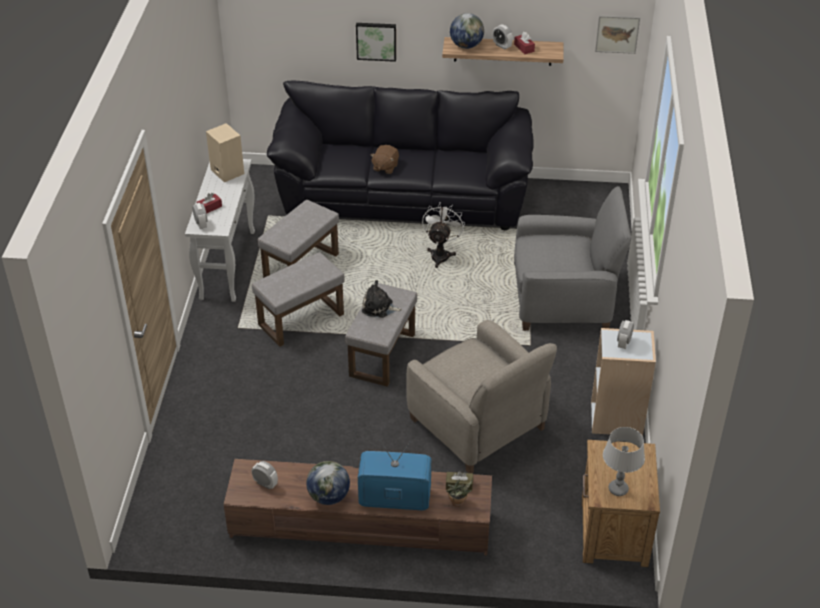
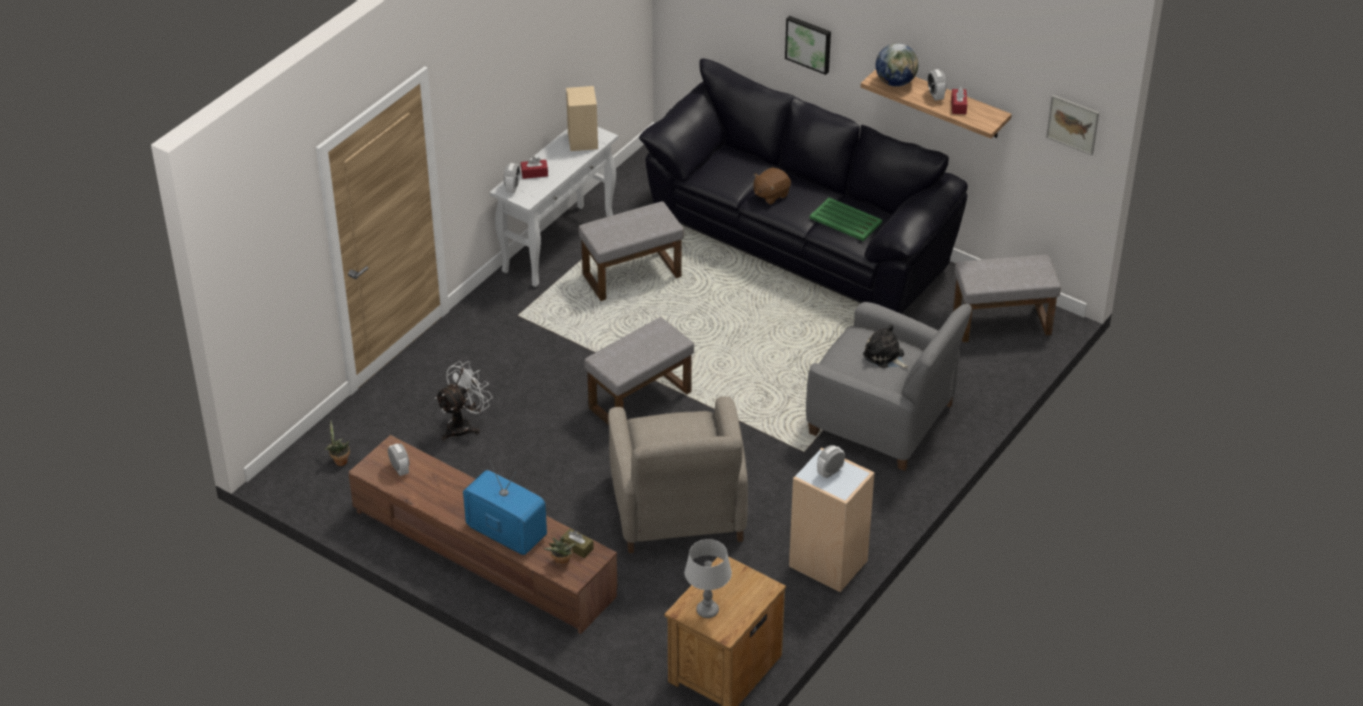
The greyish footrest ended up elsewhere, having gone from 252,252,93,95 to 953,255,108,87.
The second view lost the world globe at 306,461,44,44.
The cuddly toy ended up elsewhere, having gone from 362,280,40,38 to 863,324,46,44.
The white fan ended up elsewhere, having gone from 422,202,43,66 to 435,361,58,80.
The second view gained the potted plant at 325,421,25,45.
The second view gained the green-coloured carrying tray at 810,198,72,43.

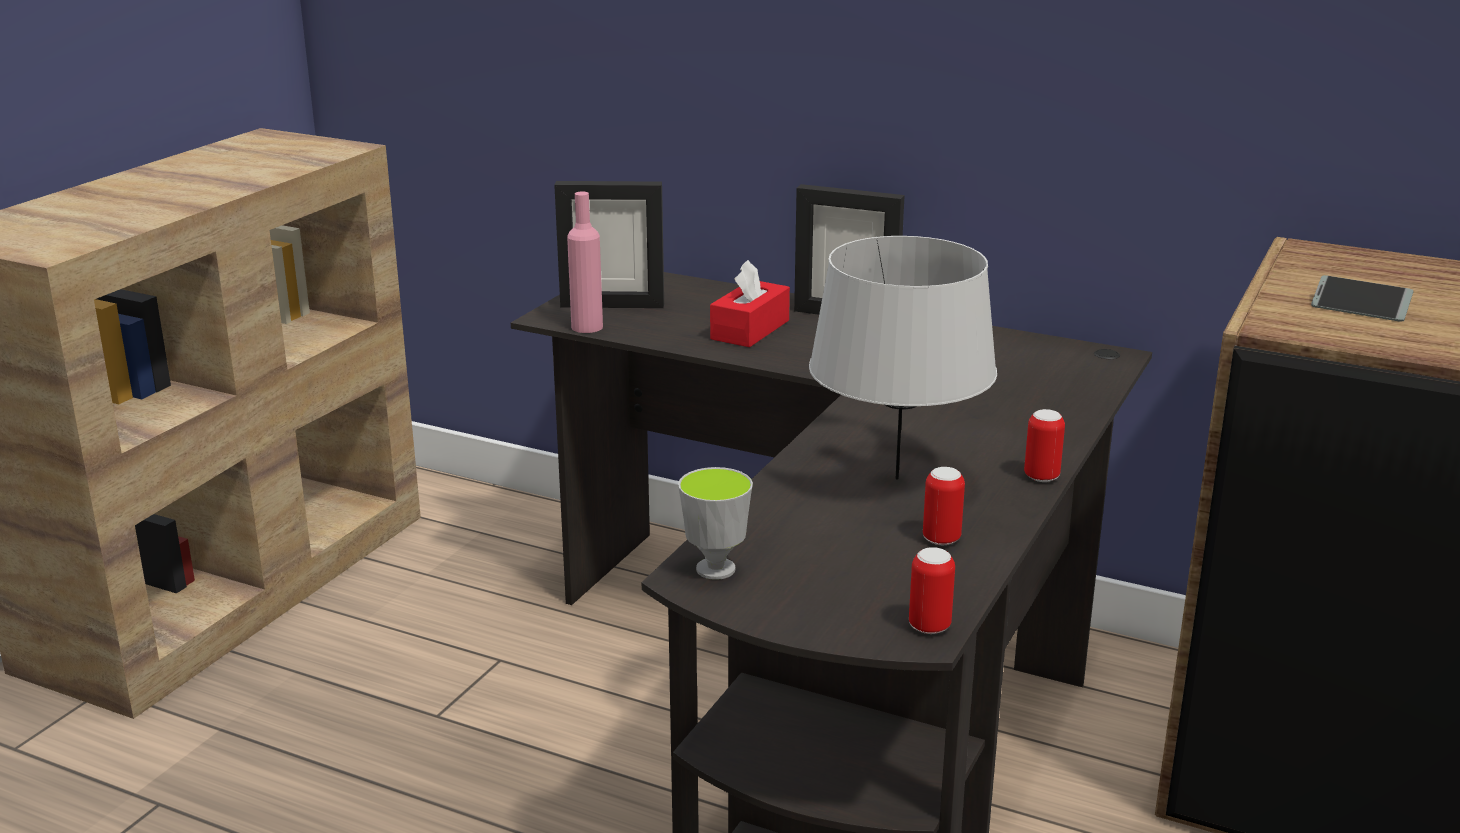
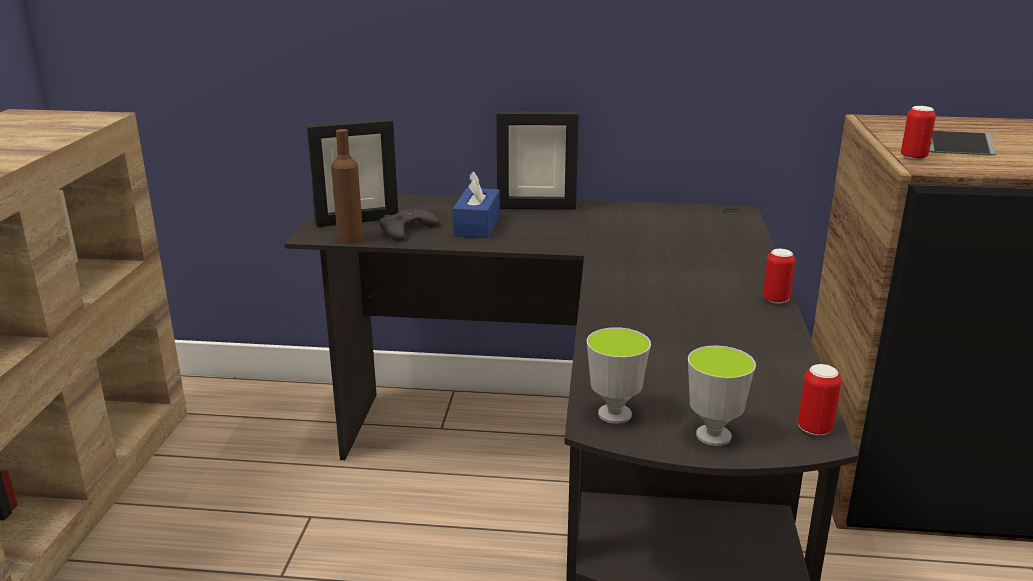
What was the pink drink bottle at 567,192,36,141 turned into the brown-coloured drink bottle at 331,129,32,115.
What was the red-coloured tissue box at 710,260,80,87 turned into the blue-coloured tissue box at 452,171,48,67.
The second view lost the greyish tabletop lamp at 809,236,188,244.
The can ended up elsewhere, having gone from 923,467,42,78 to 901,106,35,55.
The second view gained the greyish joypad at 379,209,61,32.
The second view gained the cup at 688,345,68,101.

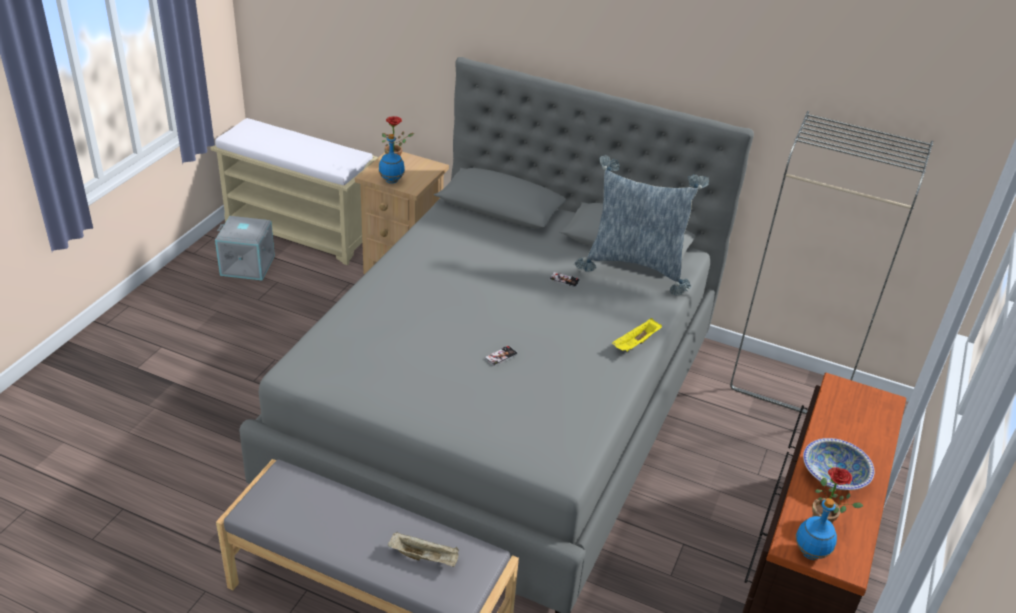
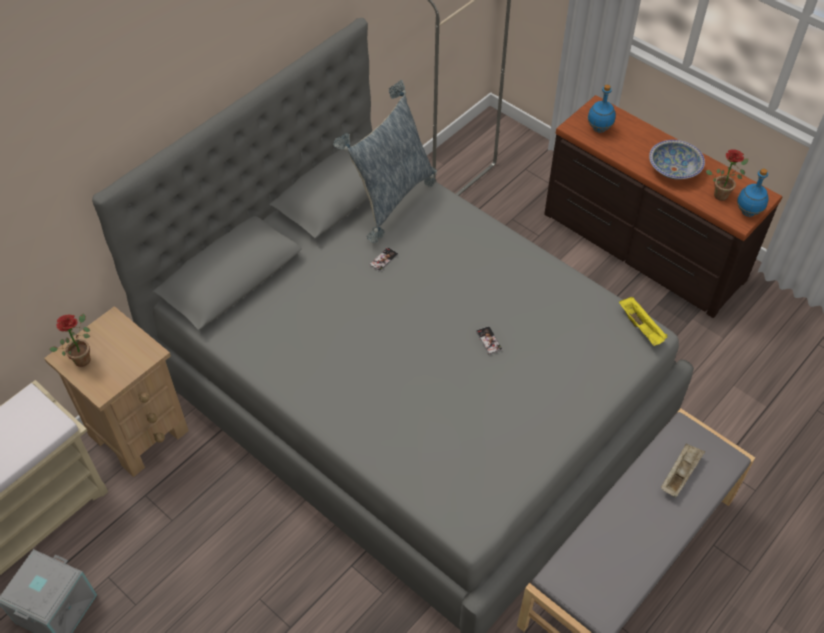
The blue-coloured drink bottle ended up elsewhere, having gone from 379,134,26,50 to 587,85,29,48.
The yellow-coloured carrying tray ended up elsewhere, having gone from 612,318,50,34 to 619,297,48,49.

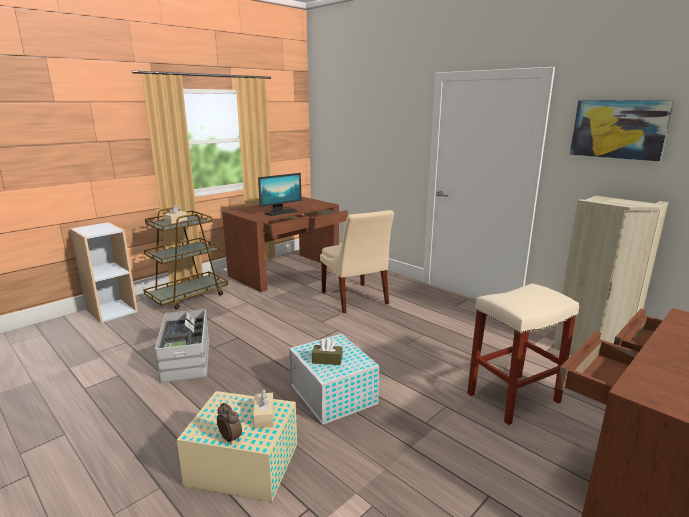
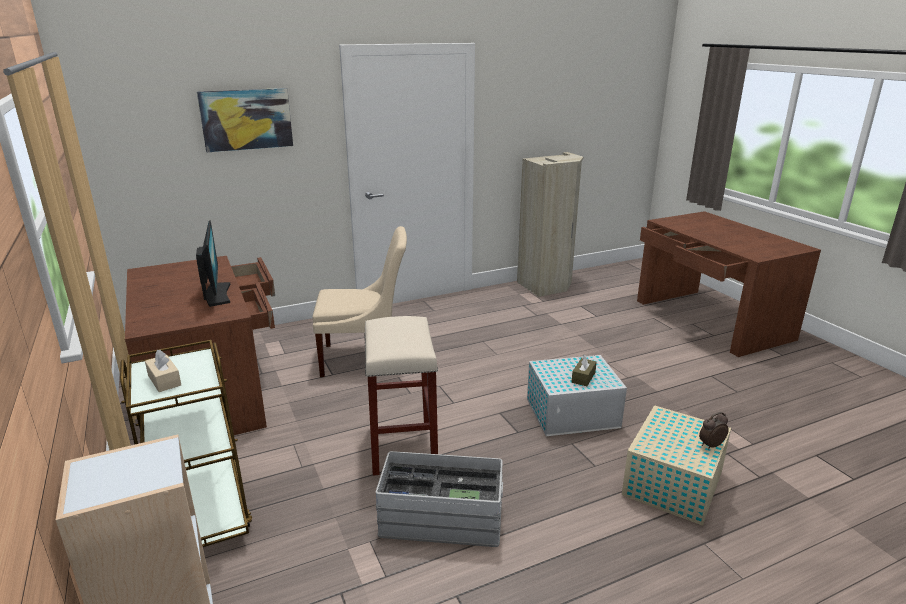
The second view lost the beige-coloured tissue box at 253,389,21,39.
The beige-coloured stool ended up elsewhere, having gone from 467,284,112,141 to 364,316,74,160.
The wall art ended up elsewhere, having gone from 570,100,104,62 to 197,88,96,64.

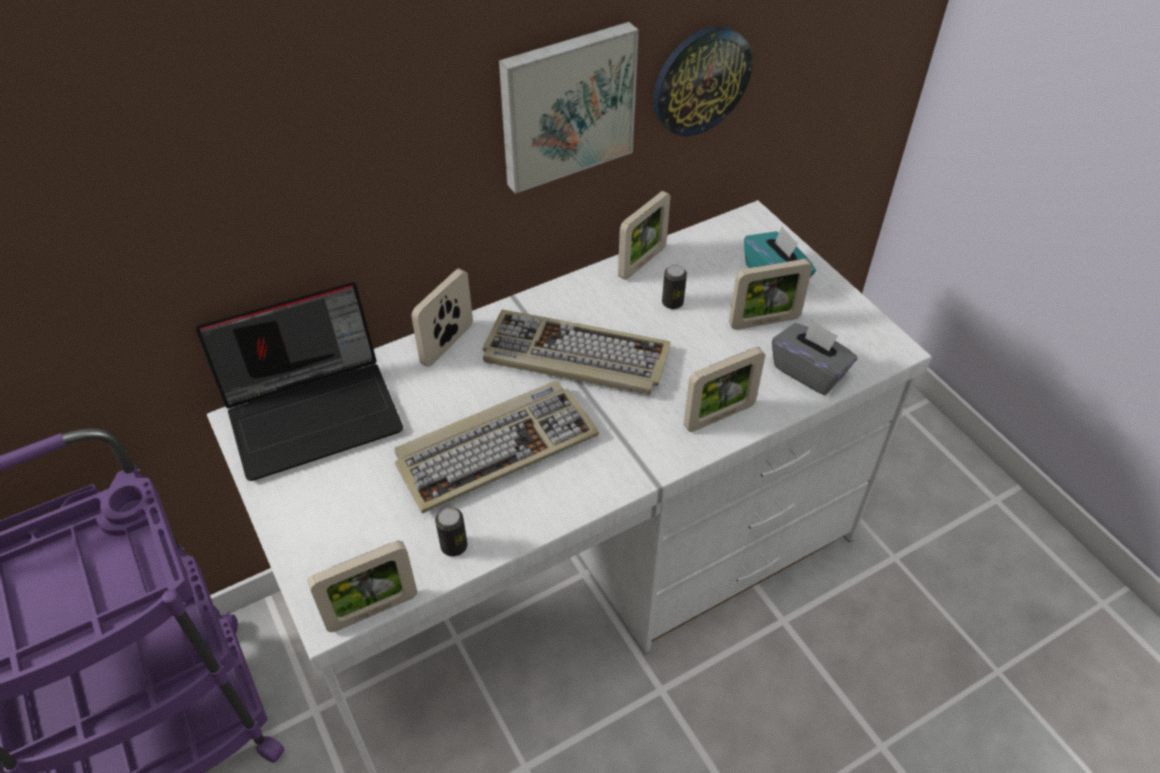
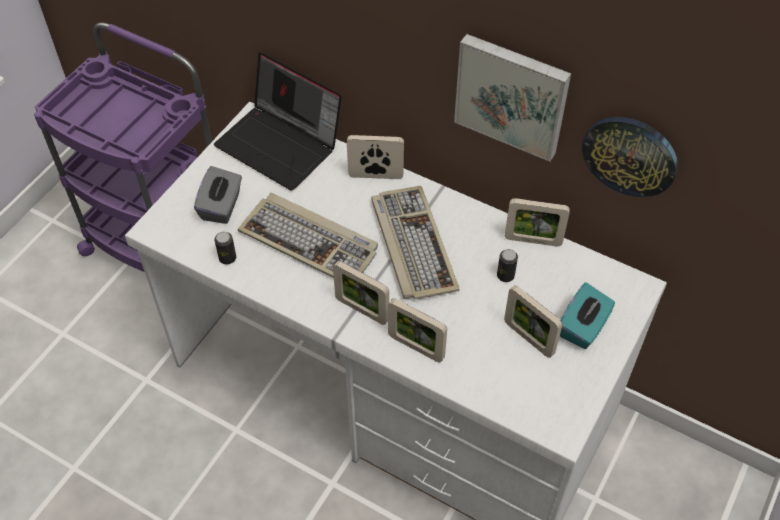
The photo frame ended up elsewhere, having gone from 308,541,109,91 to 333,261,56,64.
The greyish tissue box ended up elsewhere, having gone from 772,319,86,76 to 194,166,48,58.

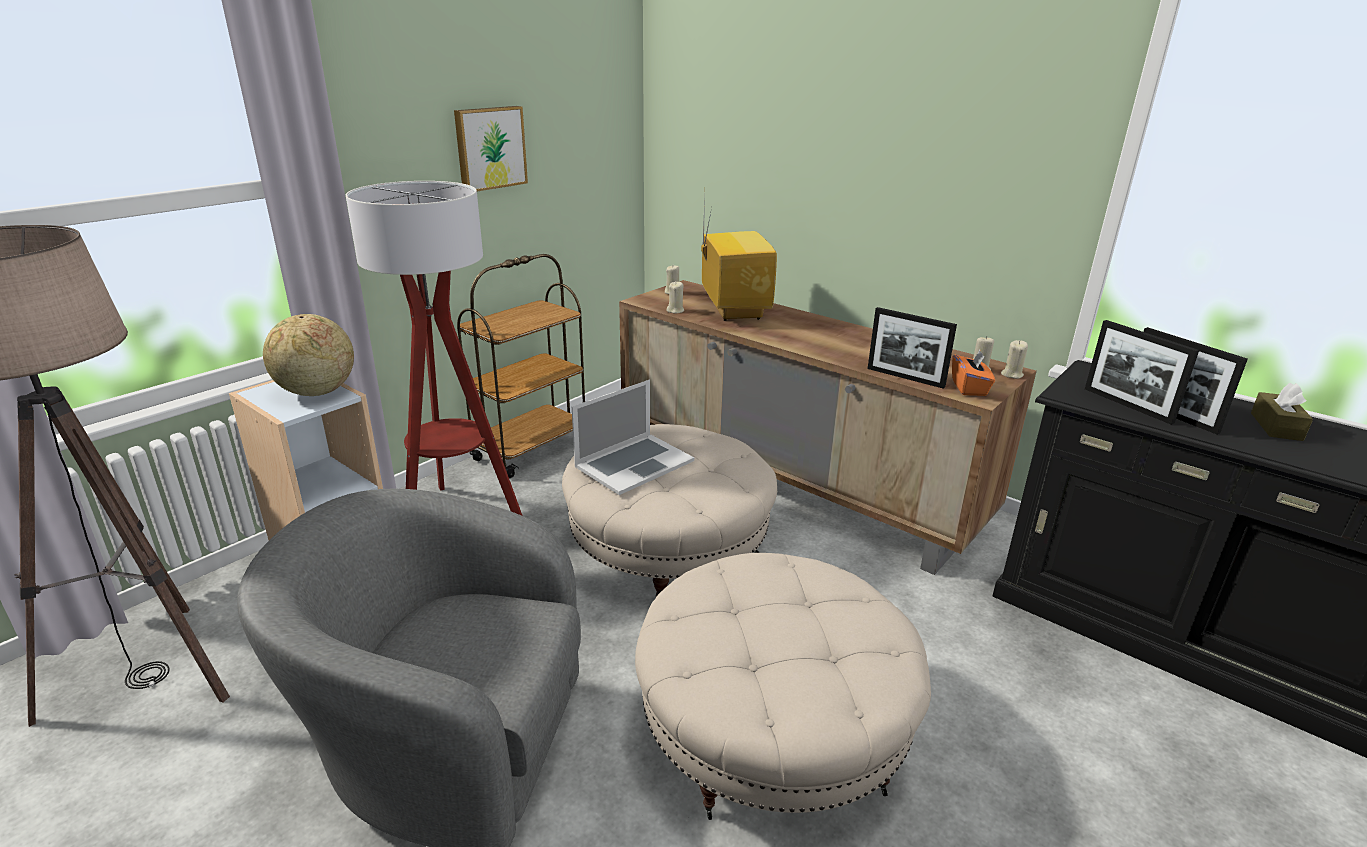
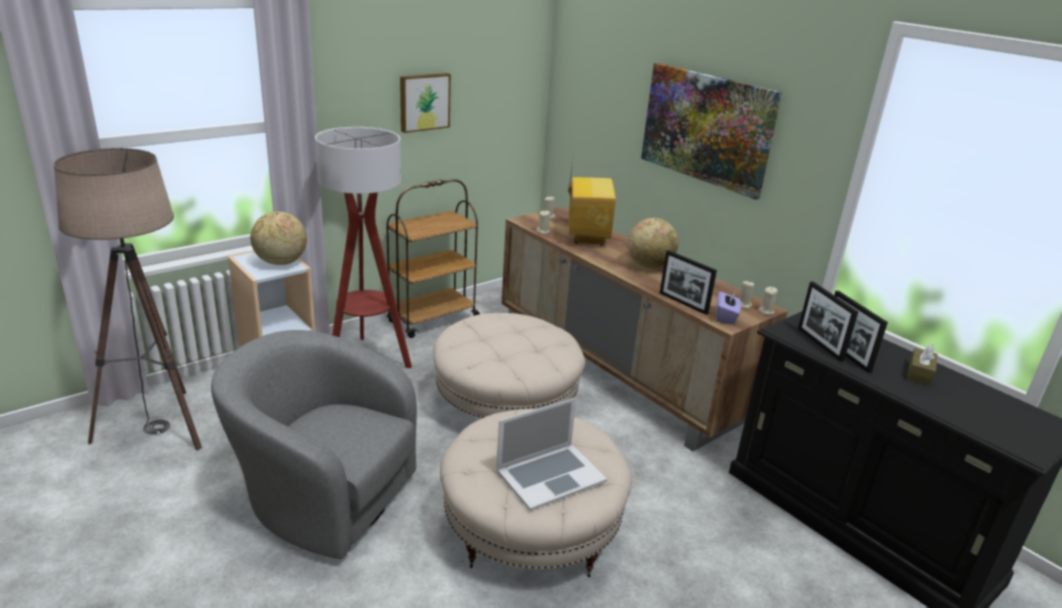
The laptop ended up elsewhere, having gone from 572,380,122,115 to 496,397,111,114.
What was the orange-coloured tissue box at 952,350,43,46 turned into the purplish tissue box at 716,290,25,34.
The second view gained the world globe at 628,218,50,50.
The second view gained the wall art at 641,63,141,137.

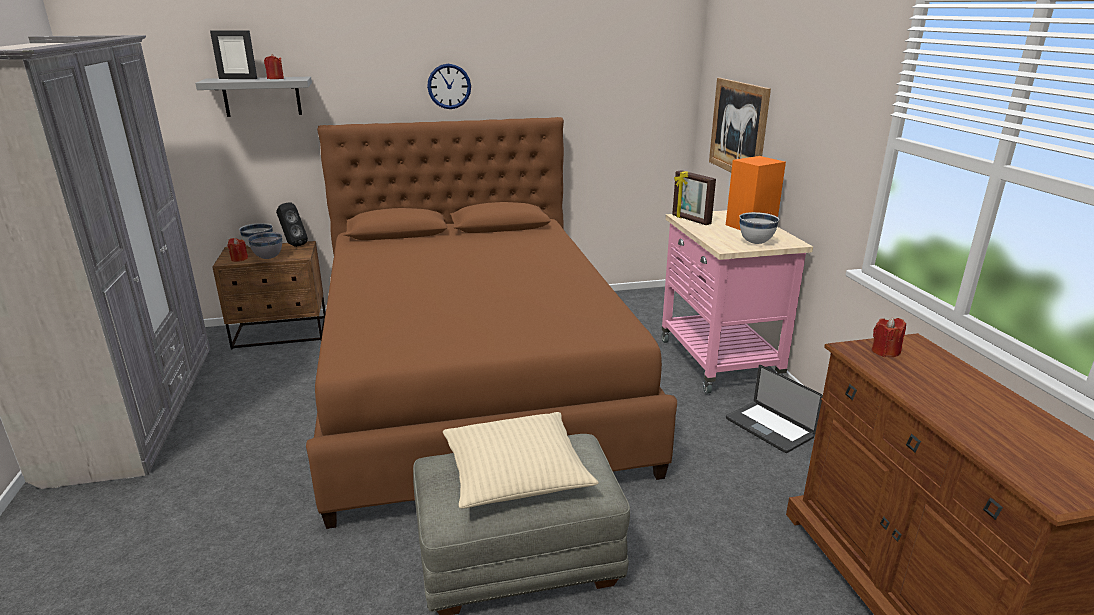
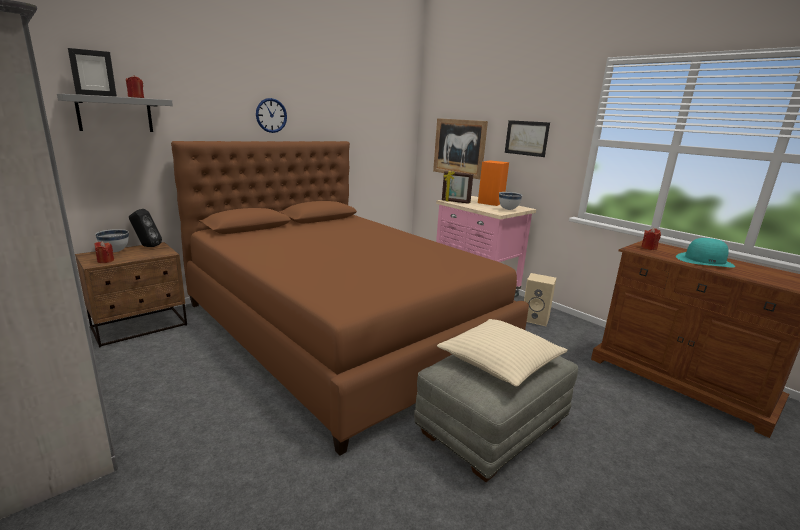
The second view lost the greyish serving bowl at 248,232,34,27.
Where the laptop stood at 726,365,97,88, the beige-coloured speaker came to stand at 524,273,32,53.
The second view gained the wall art at 505,120,45,37.
The second view gained the turquoise clothing hat at 676,238,59,30.

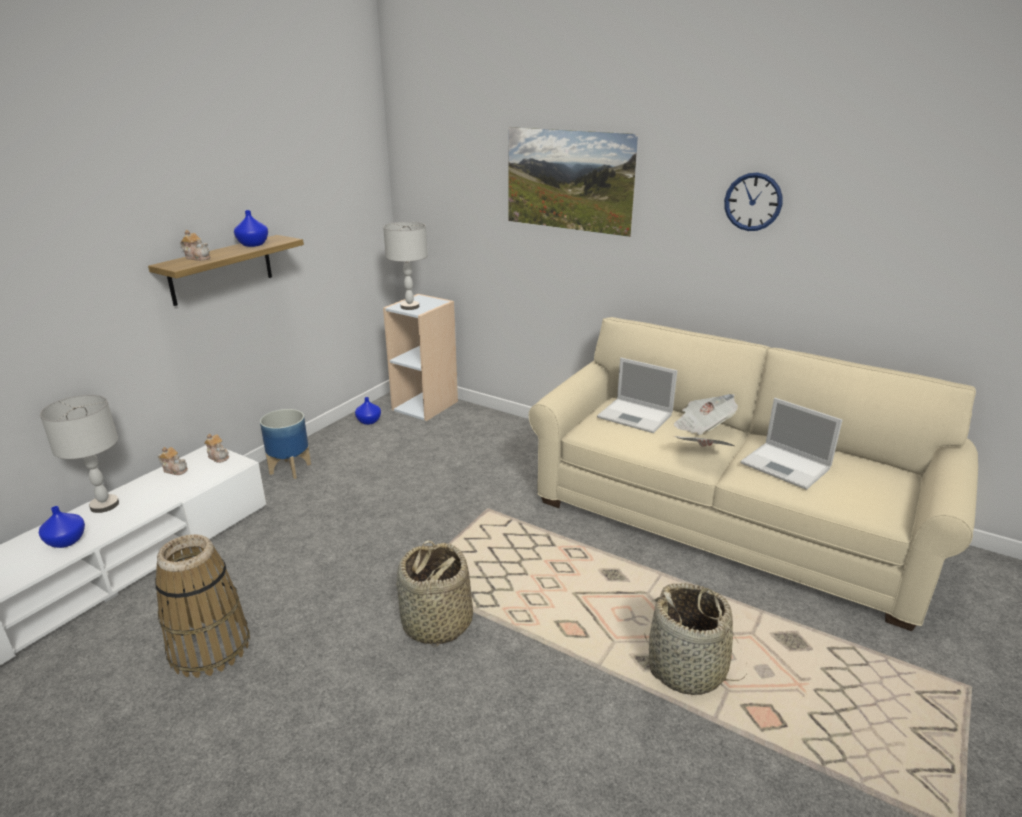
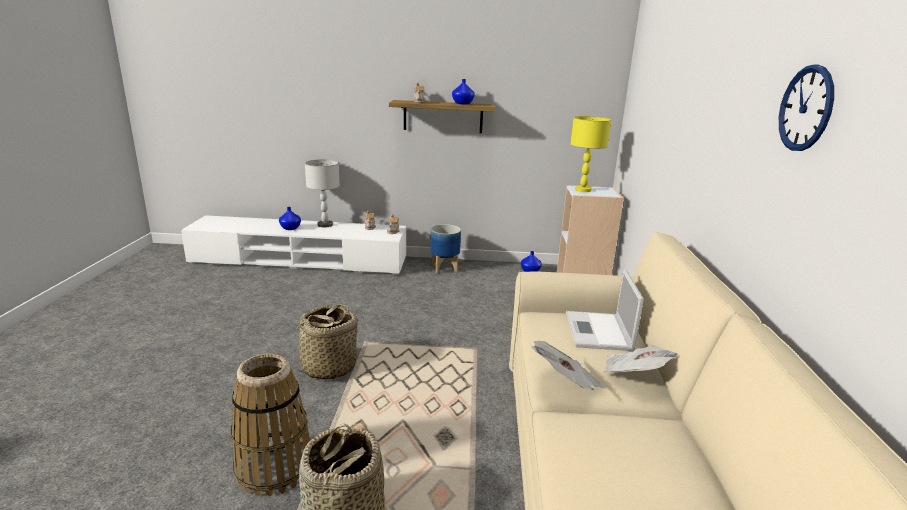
The household basket ended up elsewhere, having gone from 155,534,95,144 to 231,354,79,142.
What was the greyish tabletop lamp at 383,222,45,88 turned into the yellow-coloured tabletop lamp at 570,116,41,76.
The second view lost the wall art at 508,127,130,110.
The second view lost the laptop at 740,398,102,92.

